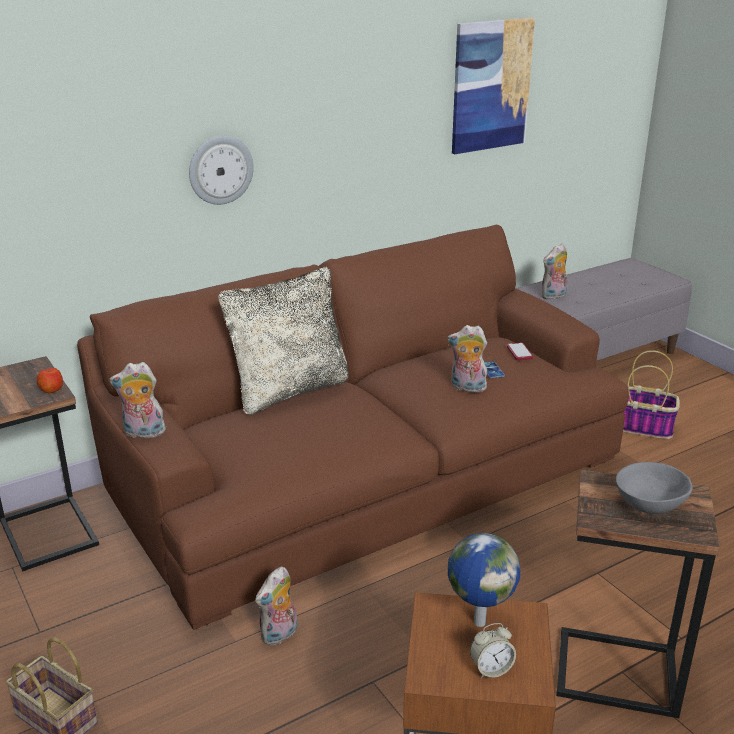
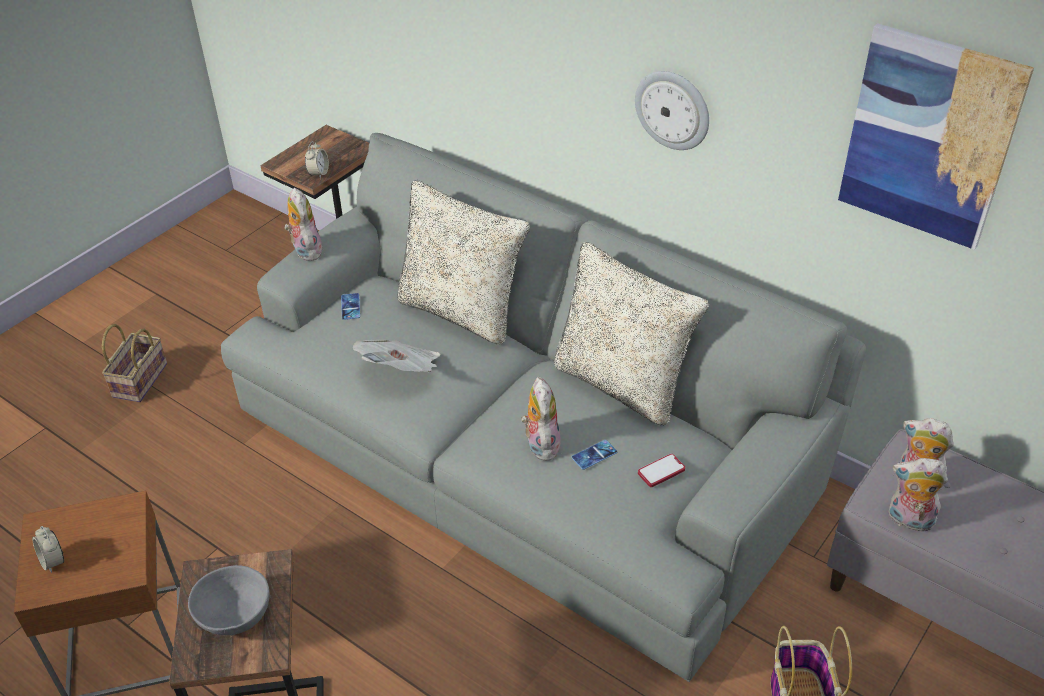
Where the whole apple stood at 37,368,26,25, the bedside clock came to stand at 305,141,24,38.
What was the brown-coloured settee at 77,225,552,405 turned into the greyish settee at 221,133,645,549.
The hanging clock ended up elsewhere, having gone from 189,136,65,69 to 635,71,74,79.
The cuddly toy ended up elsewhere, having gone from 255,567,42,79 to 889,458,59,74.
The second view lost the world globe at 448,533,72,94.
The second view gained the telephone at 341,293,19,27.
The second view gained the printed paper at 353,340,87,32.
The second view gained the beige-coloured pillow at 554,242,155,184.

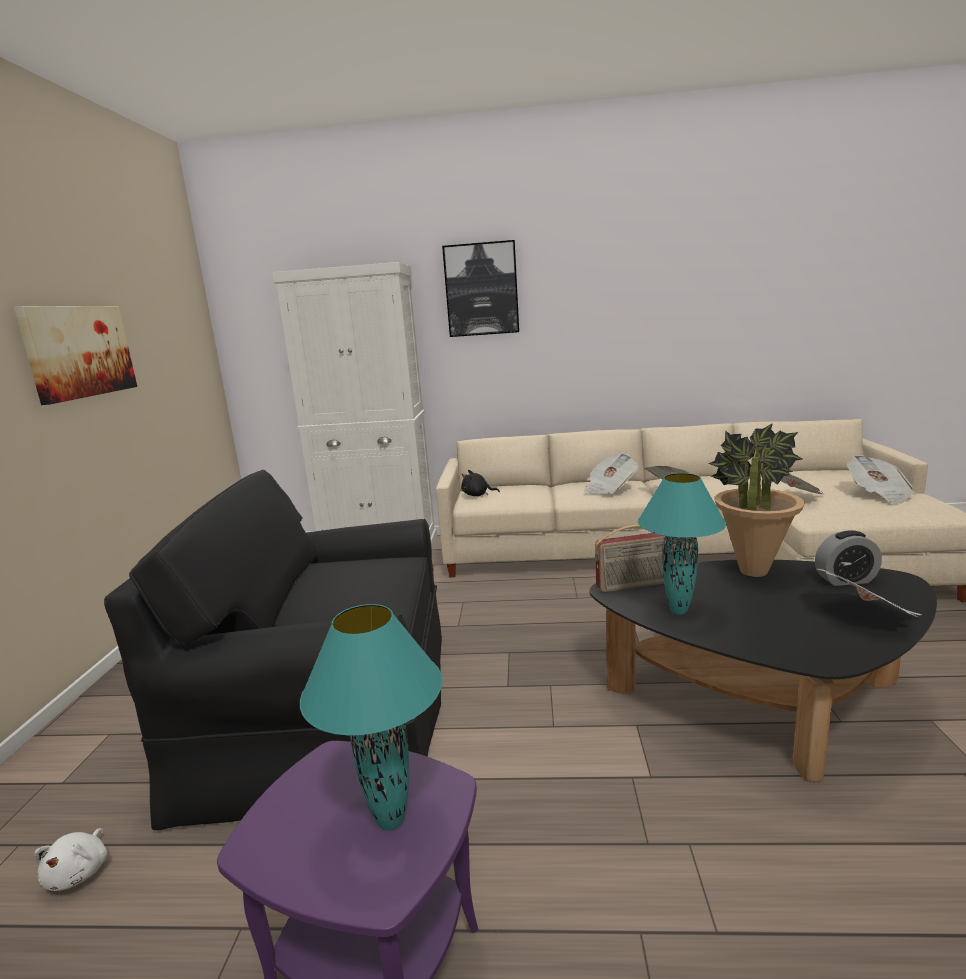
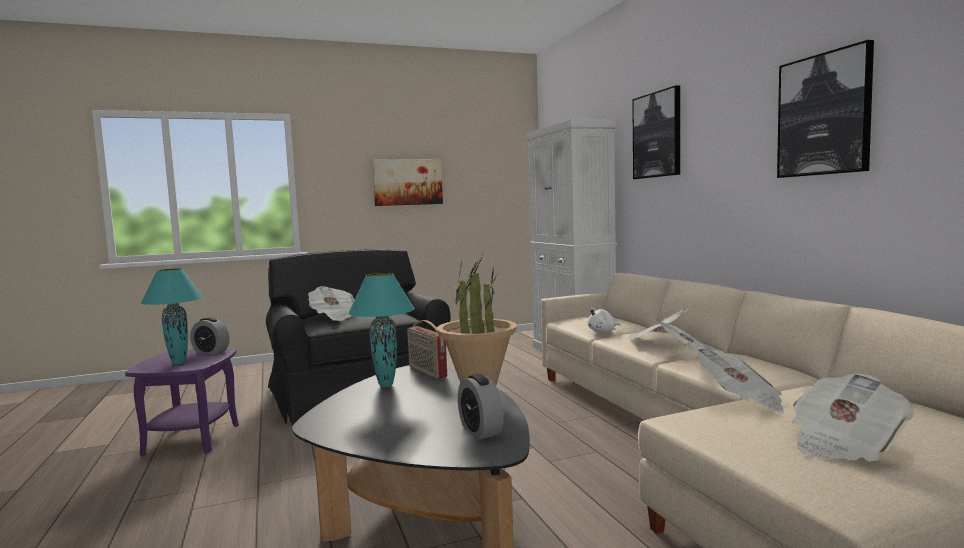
The white cuddly toy ended up elsewhere, having gone from 34,828,73,63 to 588,307,33,25.
The second view lost the black-coloured cuddly toy at 461,470,39,26.
The printed paper ended up elsewhere, having gone from 817,569,104,48 to 308,286,46,35.
The second view gained the bedside clock at 190,317,40,37.
The second view gained the wall art at 777,40,97,138.

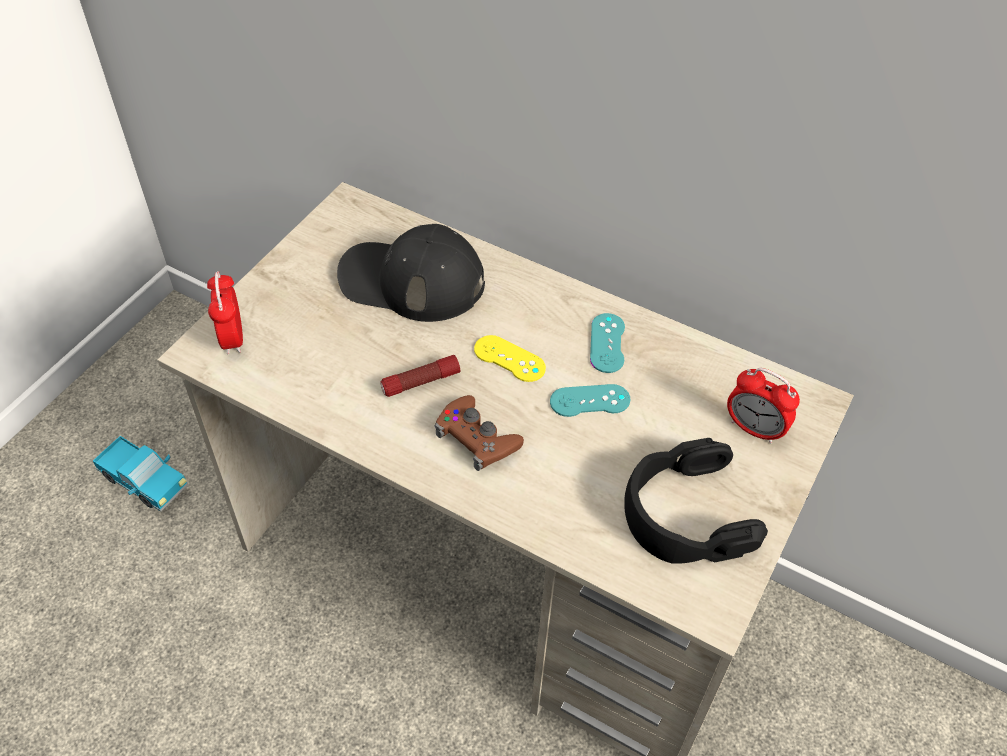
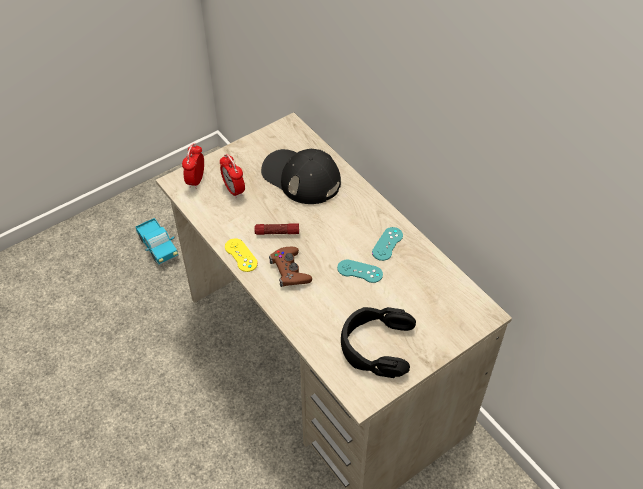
The yellow-coloured joypad ended up elsewhere, having gone from 474,335,72,47 to 225,238,33,34.
The bedside clock ended up elsewhere, having gone from 727,368,73,75 to 220,154,25,44.

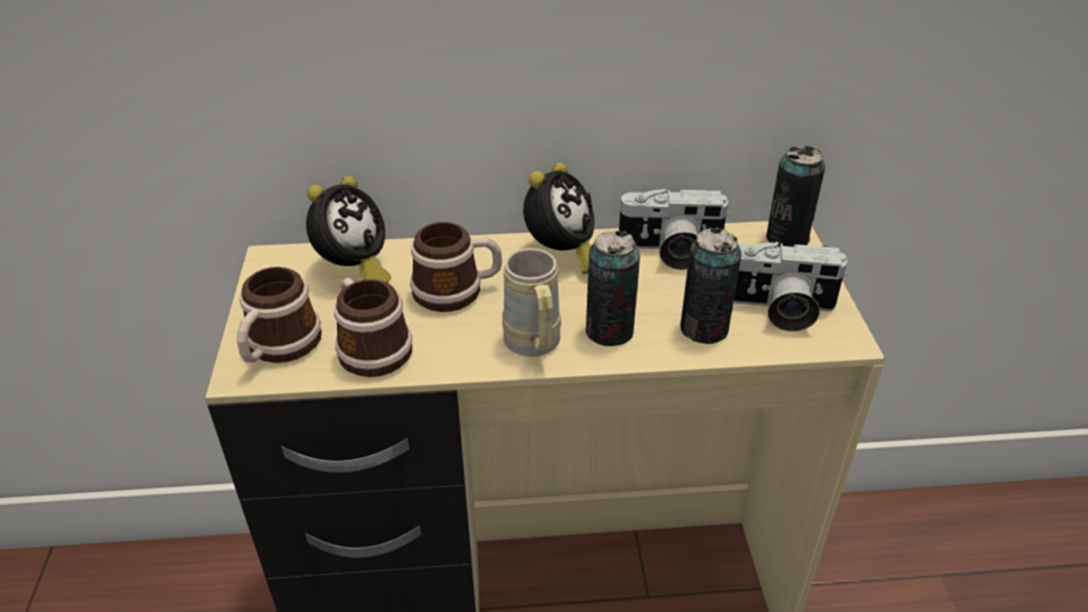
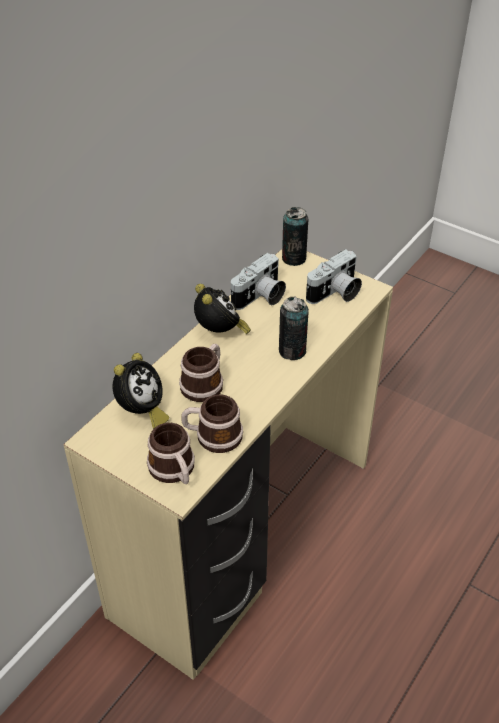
The bedside clock at 306,176,85,107 ended up facing another way, 45 degrees clockwise from before.
The second view lost the beige-coloured tea mug at 502,248,59,109.
The second view lost the can at 680,227,62,117.

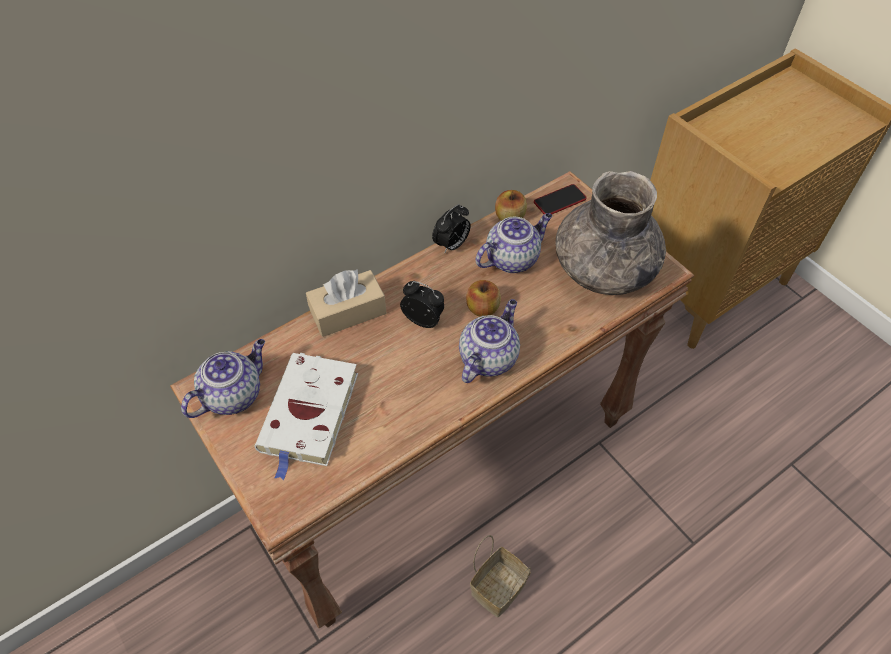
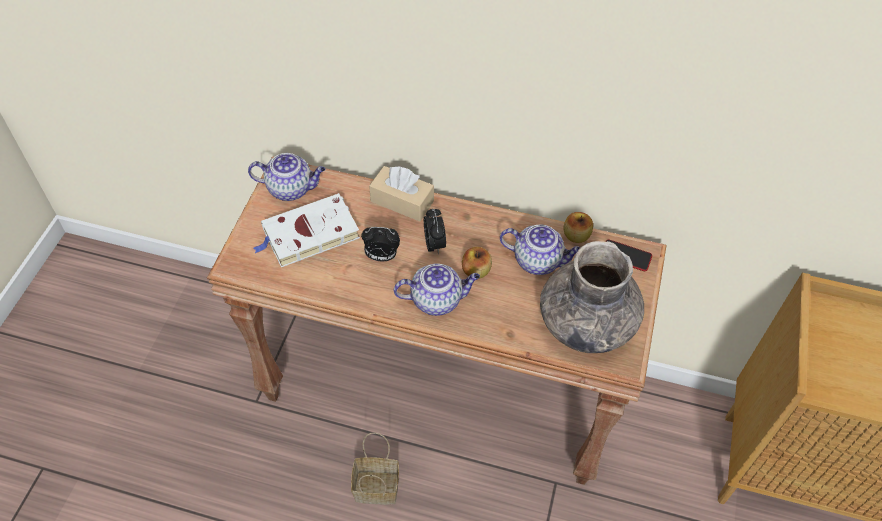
The bedside clock ended up elsewhere, having gone from 432,204,39,50 to 361,227,39,34.

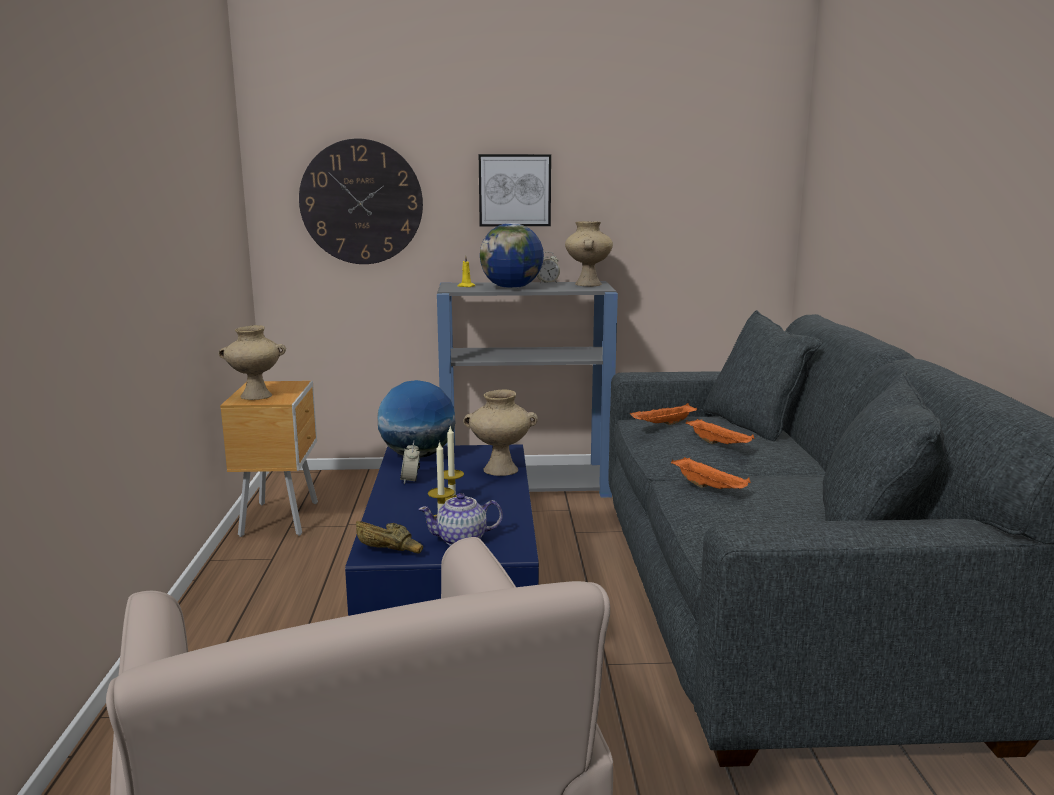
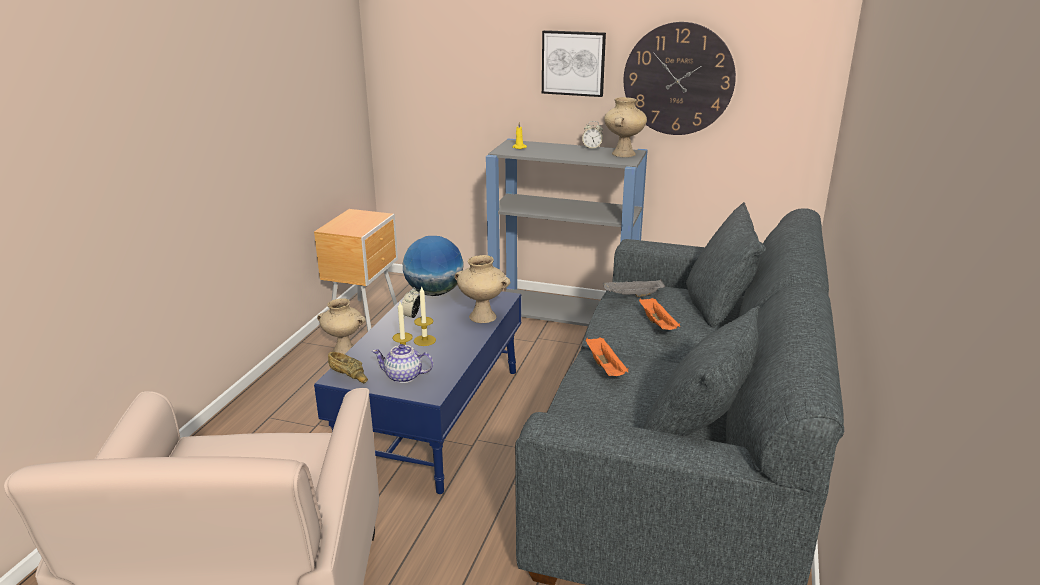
The beige-coloured flower vase ended up elsewhere, having gone from 218,325,68,75 to 317,298,49,56.
The hanging clock ended up elsewhere, having gone from 299,139,124,125 to 623,22,113,113.
The second view lost the world globe at 480,223,64,66.
What was the orange-coloured carrying tray at 630,403,67,22 turned into the greyish carrying tray at 603,279,62,18.

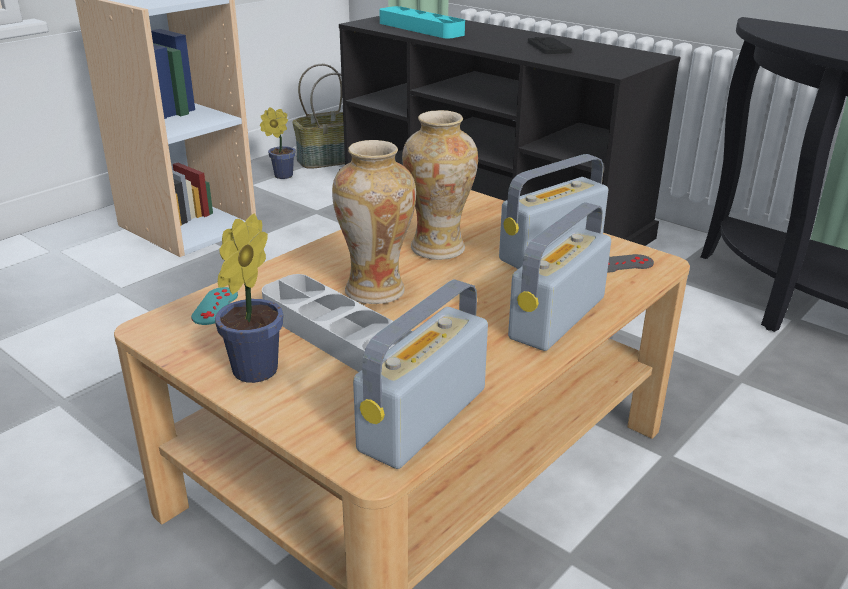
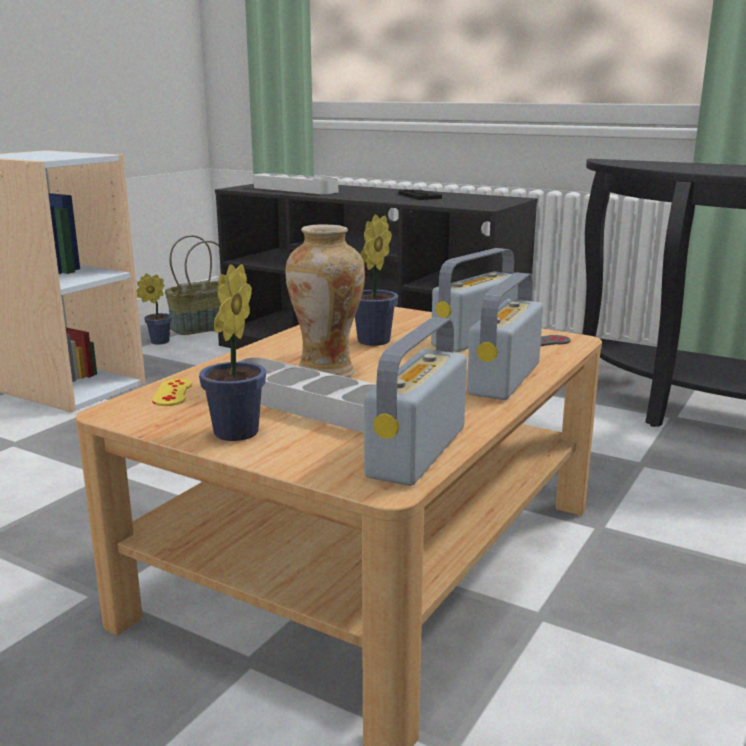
What was the turquoise joypad at 191,287,47,38 turned into the yellow-coloured joypad at 152,379,40,27.
What was the turquoise carrying tray at 379,6,86,32 turned into the greyish carrying tray at 253,173,85,21.
Where the flower vase stood at 402,110,76,150, the potted plant came to stand at 355,214,43,132.

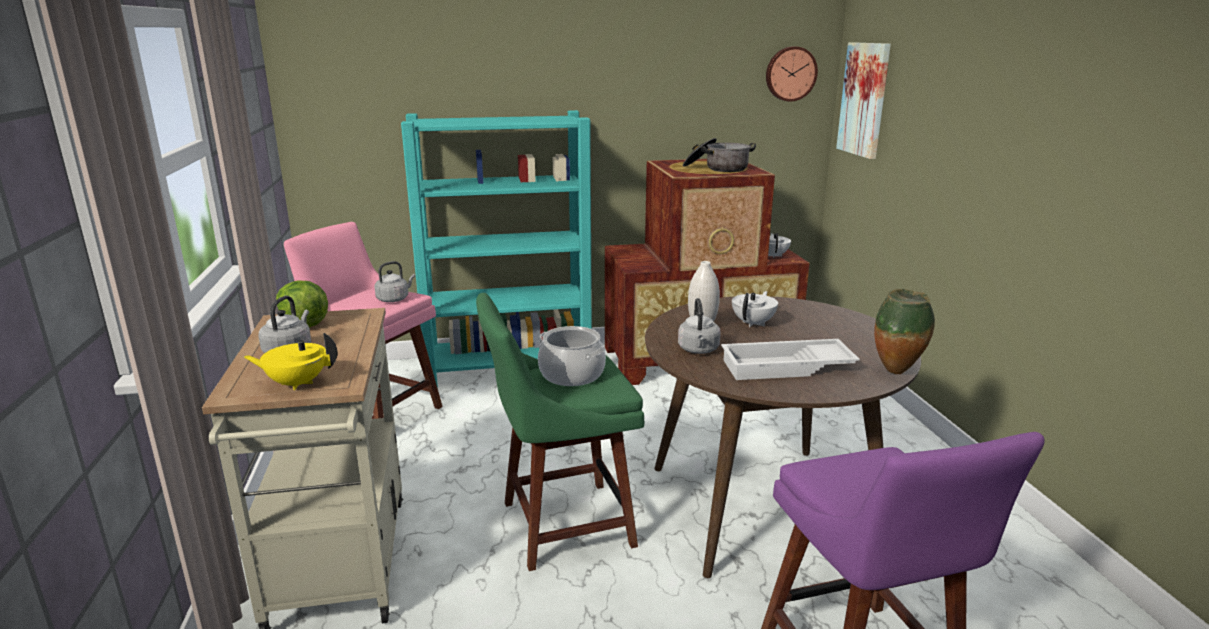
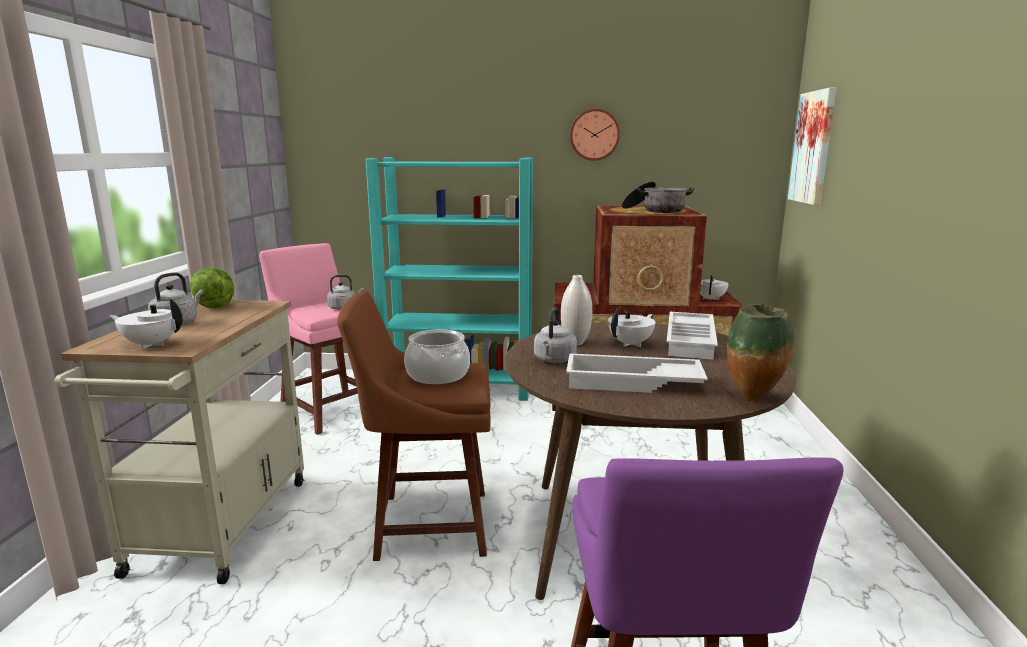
What was the yellow-coloured teapot at 244,333,94,57 turned into the white teapot at 109,299,74,50.
What was the green-coloured stool at 476,293,168,278 turned into the brown-coloured stool at 337,291,154,270.
The hanging clock ended up elsewhere, having gone from 766,46,52,56 to 570,109,50,52.
The second view gained the white carrying tray at 667,312,51,48.

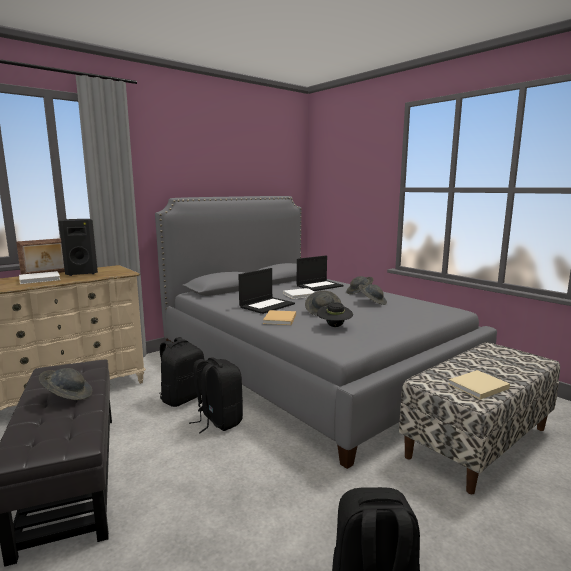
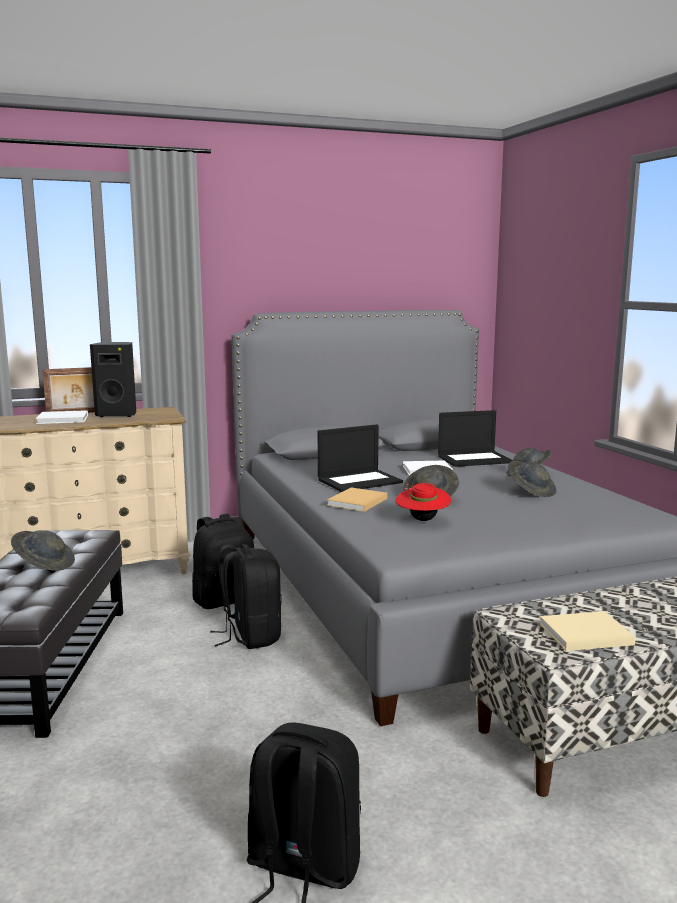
What was the black-coloured clothing hat at 317,302,36,25 turned into the red-coloured clothing hat at 396,483,55,38.

